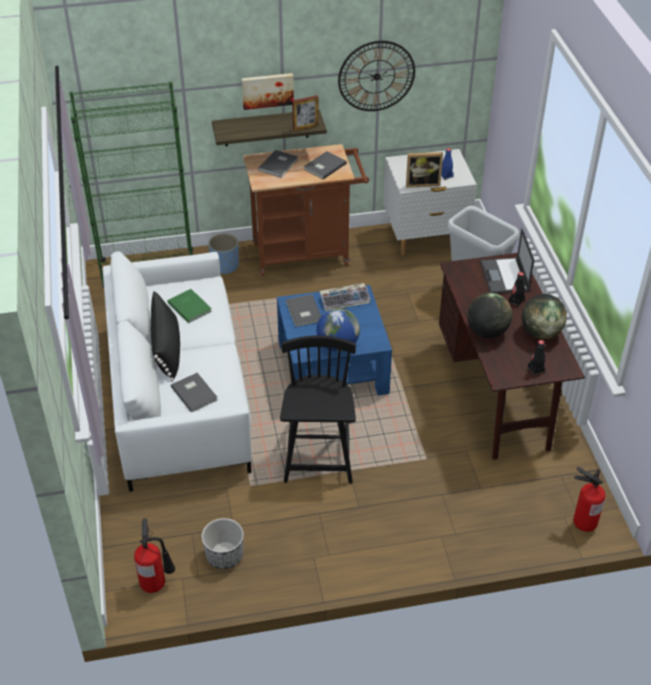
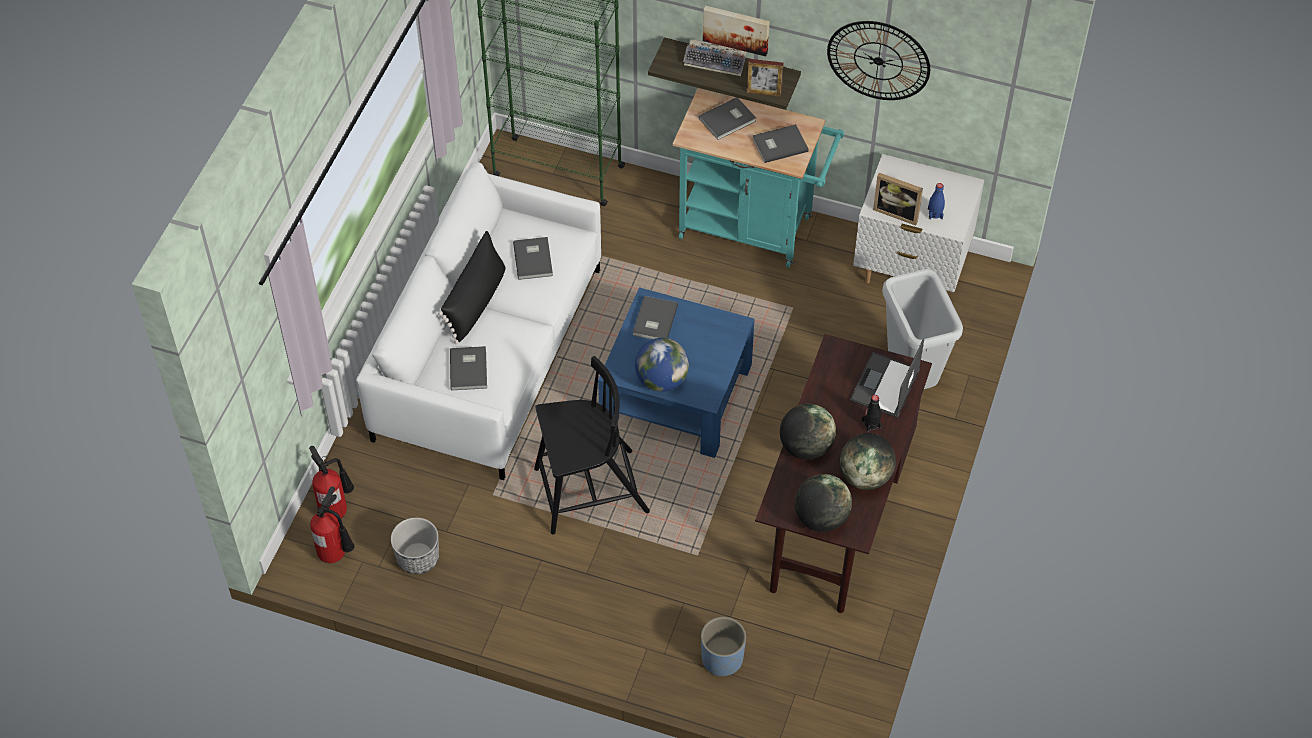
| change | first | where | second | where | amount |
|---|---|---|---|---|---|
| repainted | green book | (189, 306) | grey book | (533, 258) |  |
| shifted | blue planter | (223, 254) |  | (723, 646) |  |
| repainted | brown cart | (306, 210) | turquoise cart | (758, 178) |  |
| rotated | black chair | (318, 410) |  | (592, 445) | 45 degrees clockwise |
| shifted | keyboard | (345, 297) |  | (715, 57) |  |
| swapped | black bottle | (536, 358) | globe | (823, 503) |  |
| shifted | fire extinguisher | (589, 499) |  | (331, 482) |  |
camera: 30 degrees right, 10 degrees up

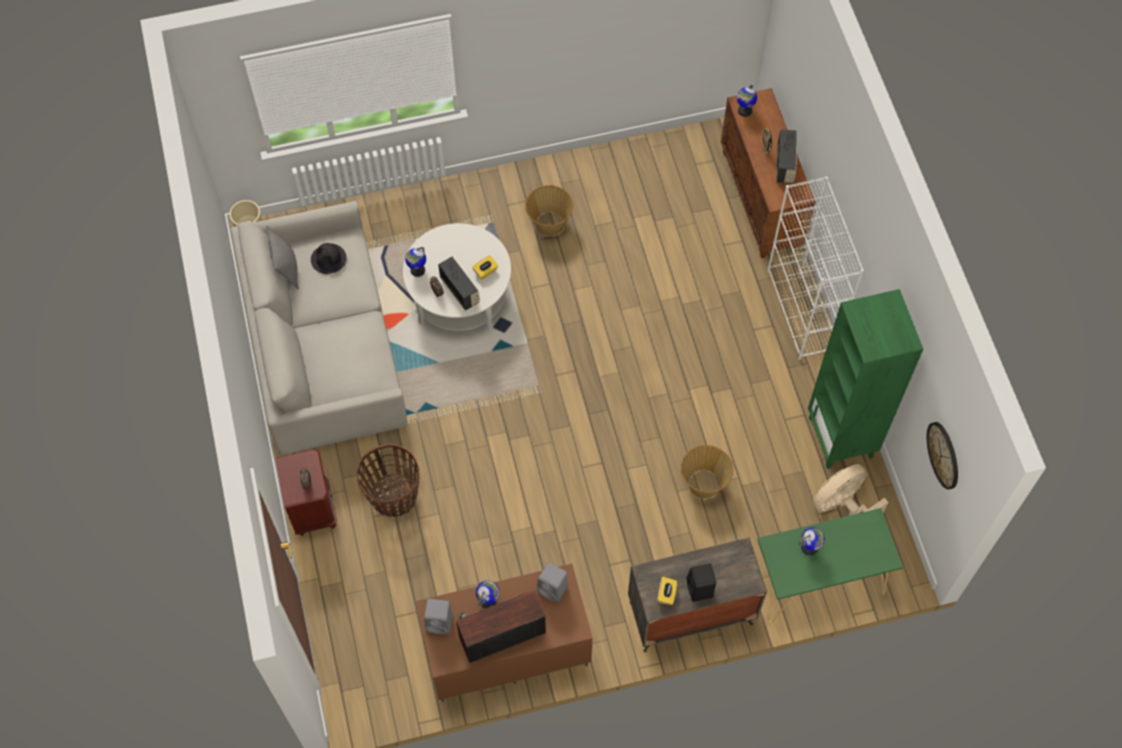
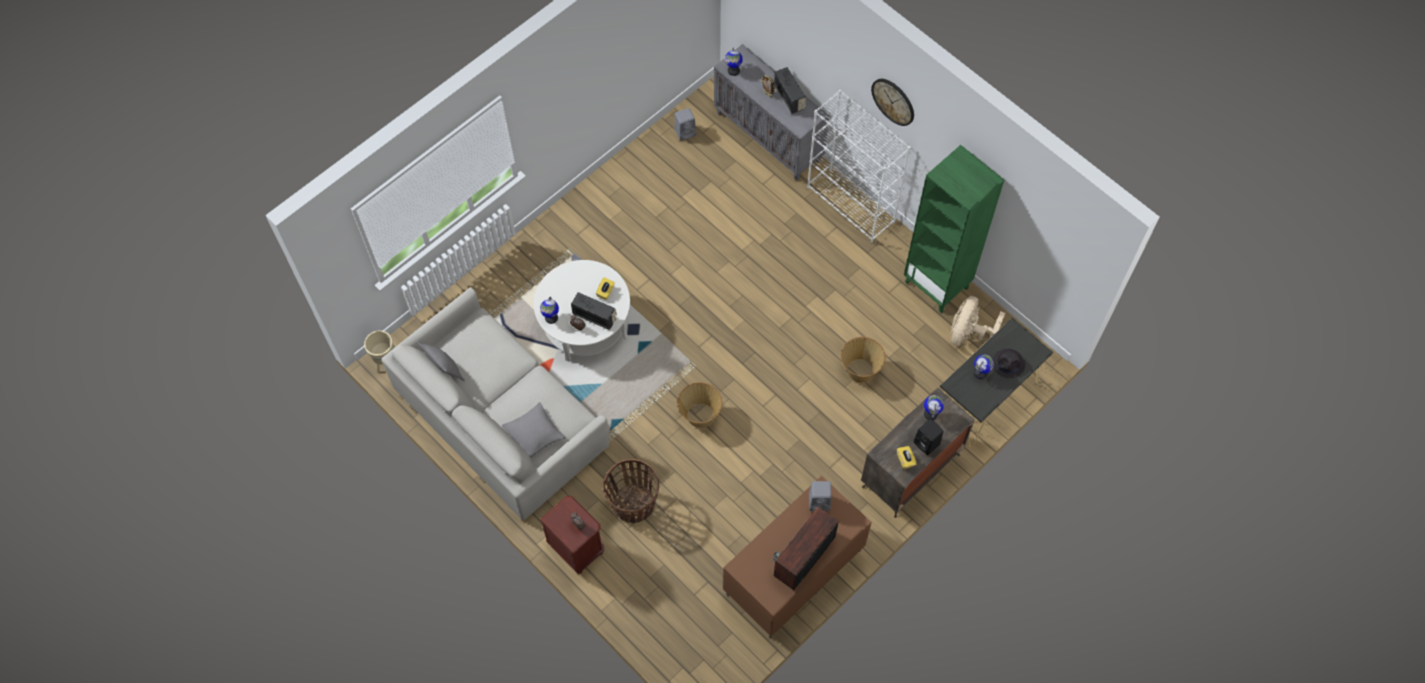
| change | first | where | second | where | amount |
|---|---|---|---|---|---|
| shifted | black hat | (329, 258) |  | (1009, 363) |  |
| shifted | grey speaker | (438, 616) |  | (685, 124) |  |
| shifted | globe | (488, 594) |  | (934, 407) |  |
| shifted | basket | (549, 210) |  | (699, 405) |  |
| repainted | brown cabinet | (768, 173) | grey cabinet | (771, 112) |  |
| repainted | green console table | (830, 565) | black console table | (996, 382) |  |
| shifted | wall clock | (942, 456) |  | (892, 102) |  |
| new |  |  | grey pillow | (533, 430) |  |
camera: 30 degrees left, 0 degrees up

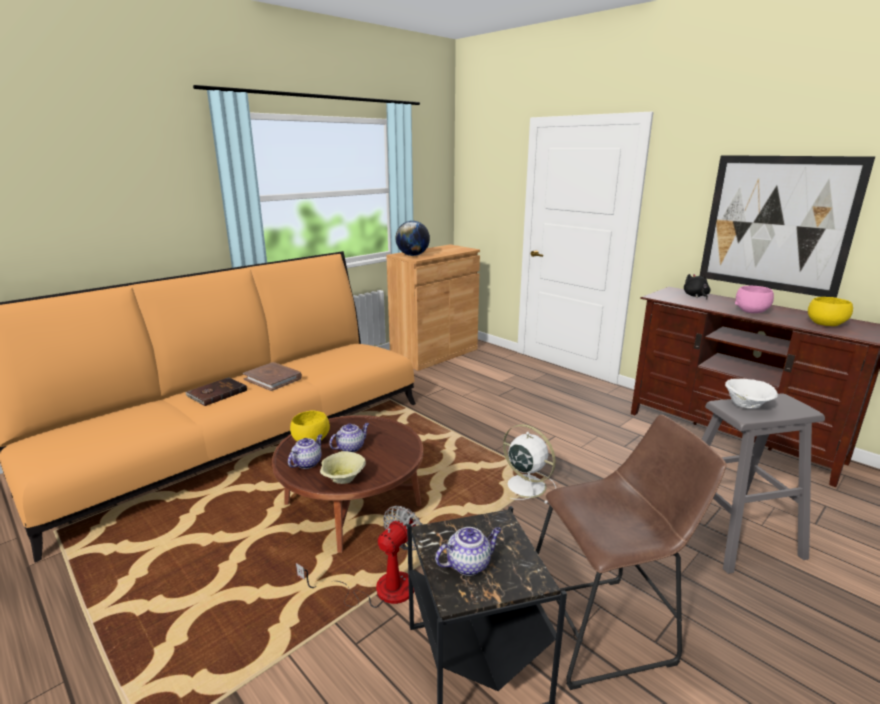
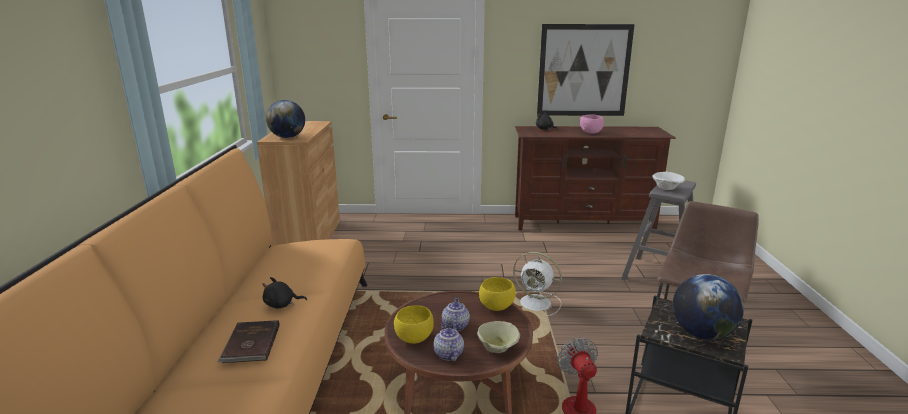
| change | first | where | second | where | amount |
|---|---|---|---|---|---|
| swapped | brown book | (272, 376) | black plush toy | (284, 292) |  |
| swapped | teapot | (468, 551) | globe | (708, 307) |  |
| rotated | white fan | (529, 464) |  | (537, 284) | 150 degrees counterclockwise |
| shifted | yellow bowl | (830, 311) |  | (497, 294) |  |
camera: 45 degrees left, 0 degrees up

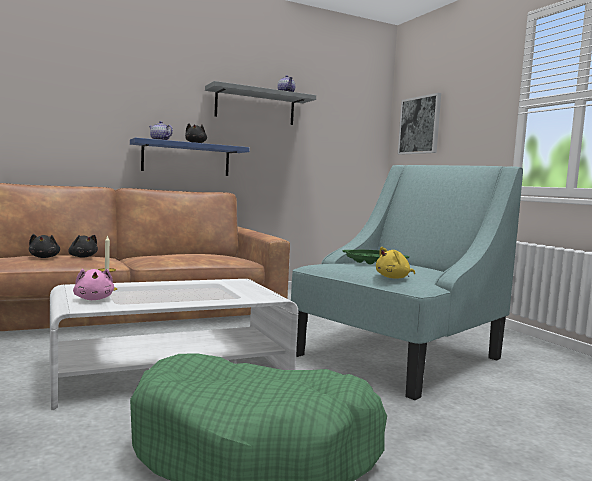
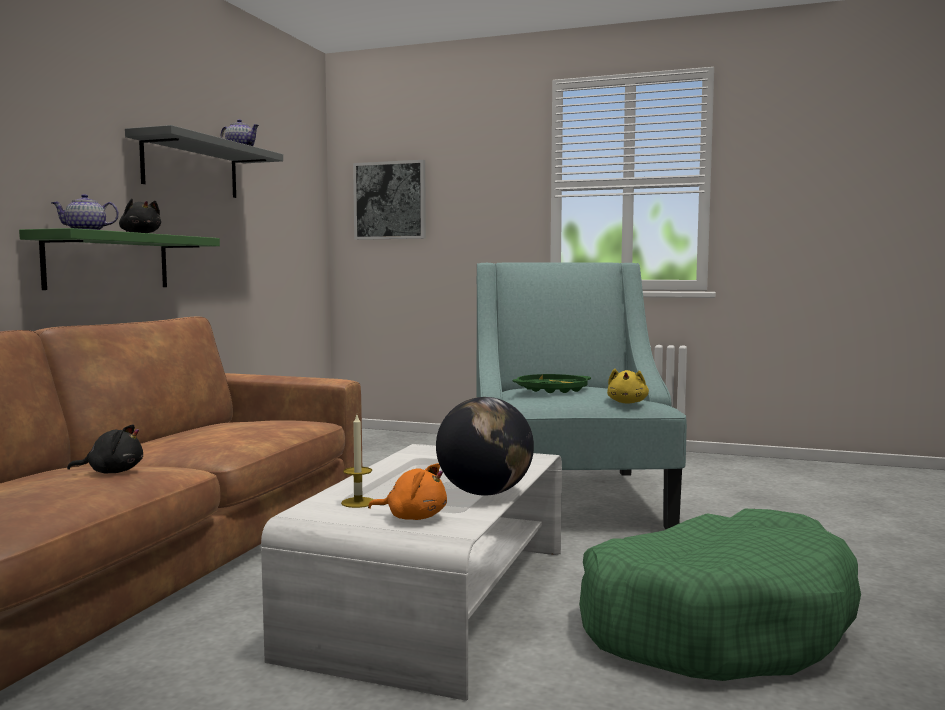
| change | first | where | second | where | amount |
|---|---|---|---|---|---|
| gone | black plush toy | (44, 246) |  |  |  |
| repainted | pink plush toy | (93, 284) | orange plush toy | (407, 491) |  |
| repainted | blue shelf | (190, 157) | green shelf | (119, 259) |  |
| new |  |  | globe | (485, 446) |  |
camera: 45 degrees left, 0 degrees up

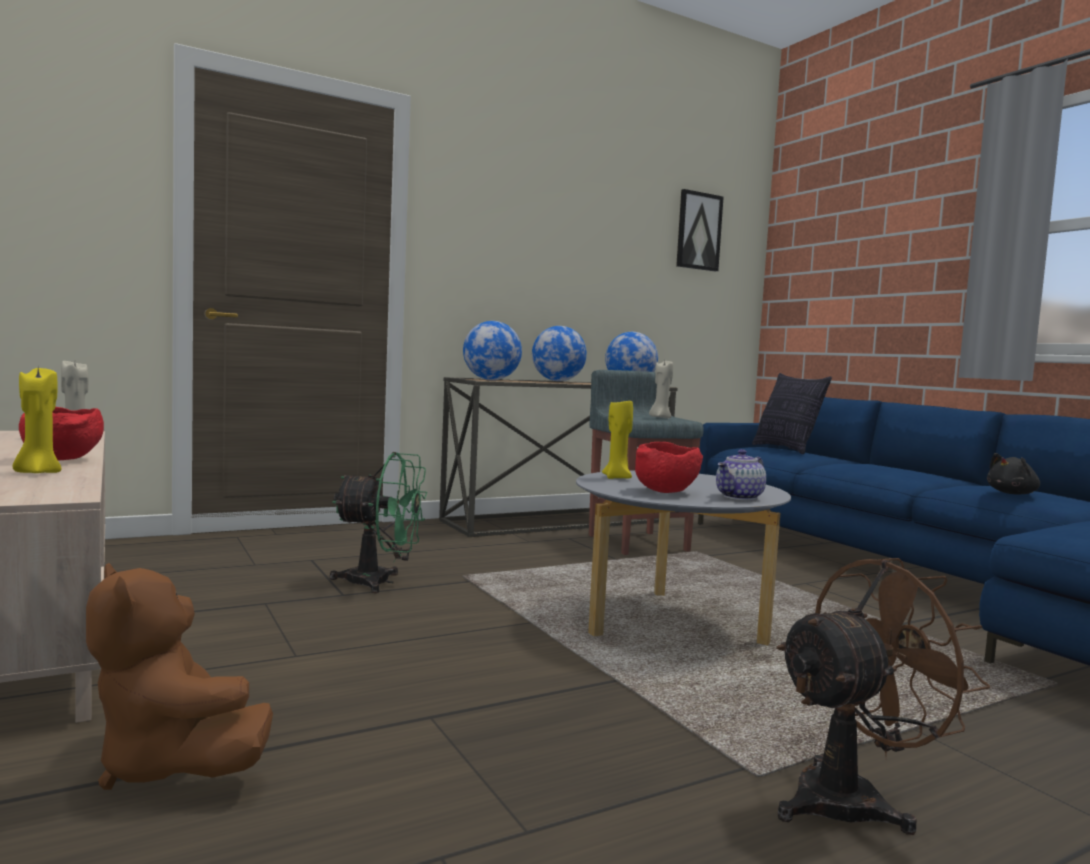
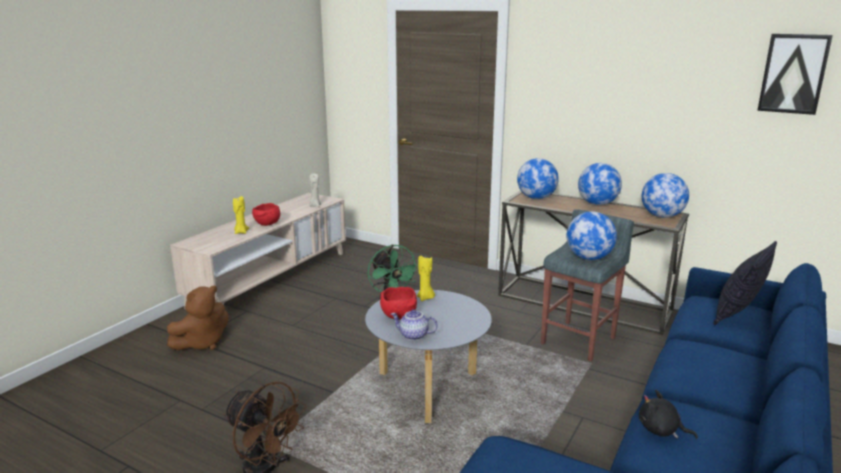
| change | first | where | second | where | amount |
|---|---|---|---|---|---|
| rotated | brown plush toy | (179, 676) |  | (198, 317) | 150 degrees counterclockwise |
| swapped | beige candle | (661, 389) | globe | (591, 235) |  |
camera: 60 degrees right, 15 degrees up

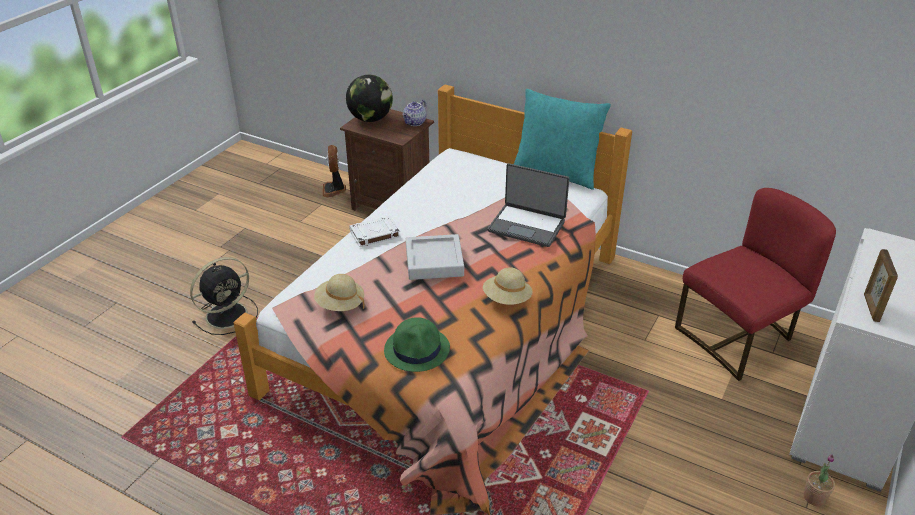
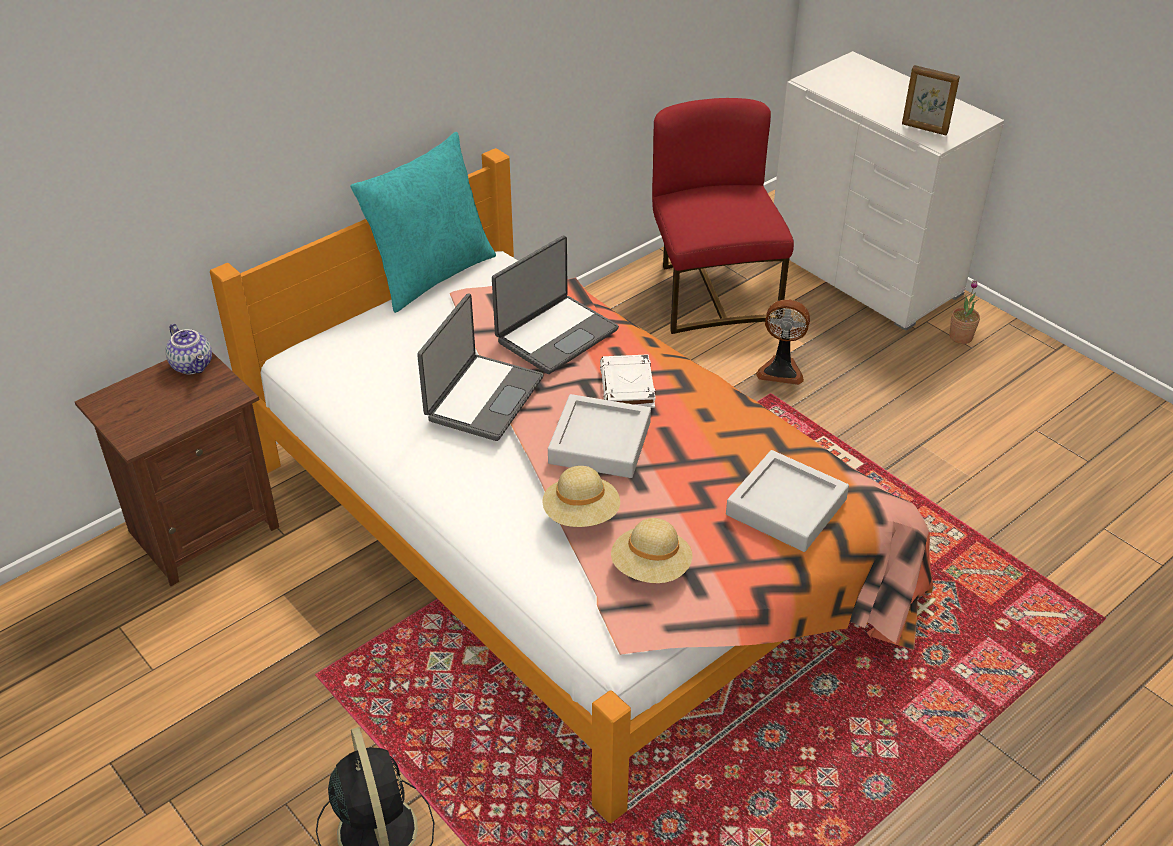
| change | first | where | second | where | amount |
|---|---|---|---|---|---|
| shifted | fan | (334, 171) |  | (783, 342) |  |
| gone | globe | (369, 98) |  |  |  |
| shifted | white book | (374, 231) |  | (628, 381) |  |
| swapped | green hat | (417, 344) | grey tray | (787, 501) |  |
| shifted | beige hat | (508, 286) |  | (581, 496) |  |
| new |  |  | laptop | (480, 367) |  |
camera: 70 degrees left, 5 degrees up

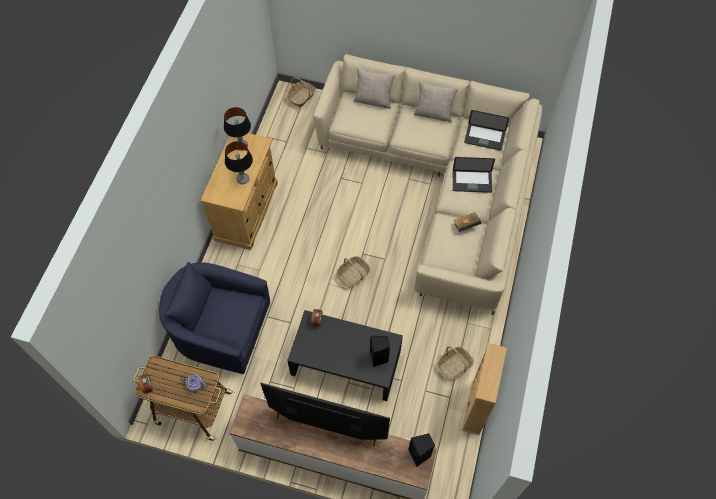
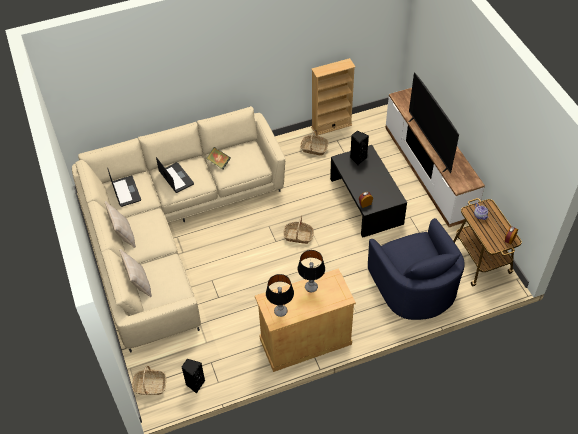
| change | first | where | second | where | amount |
|---|---|---|---|---|---|
| shifted | black speaker | (421, 450) |  | (193, 376) |  |
camera: 125 degrees left, 10 degrees down

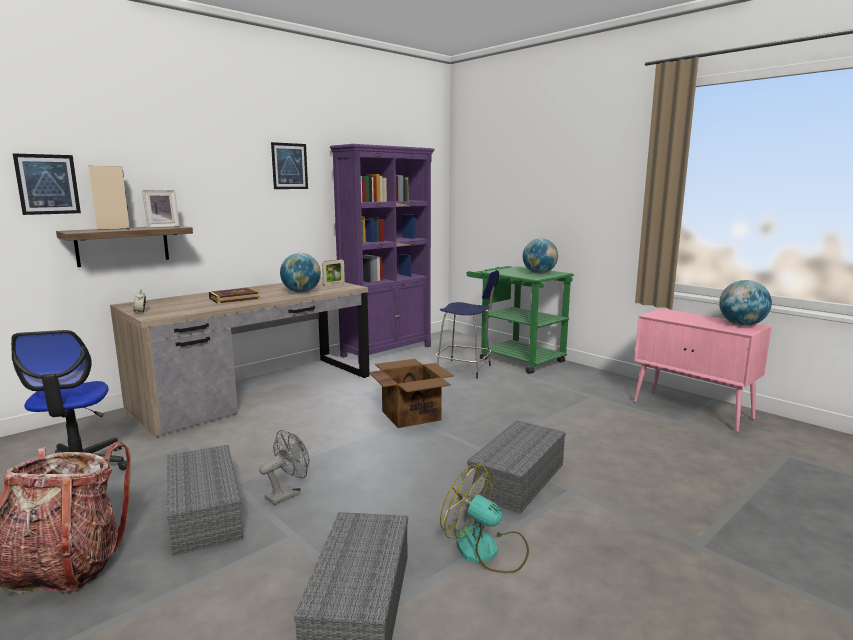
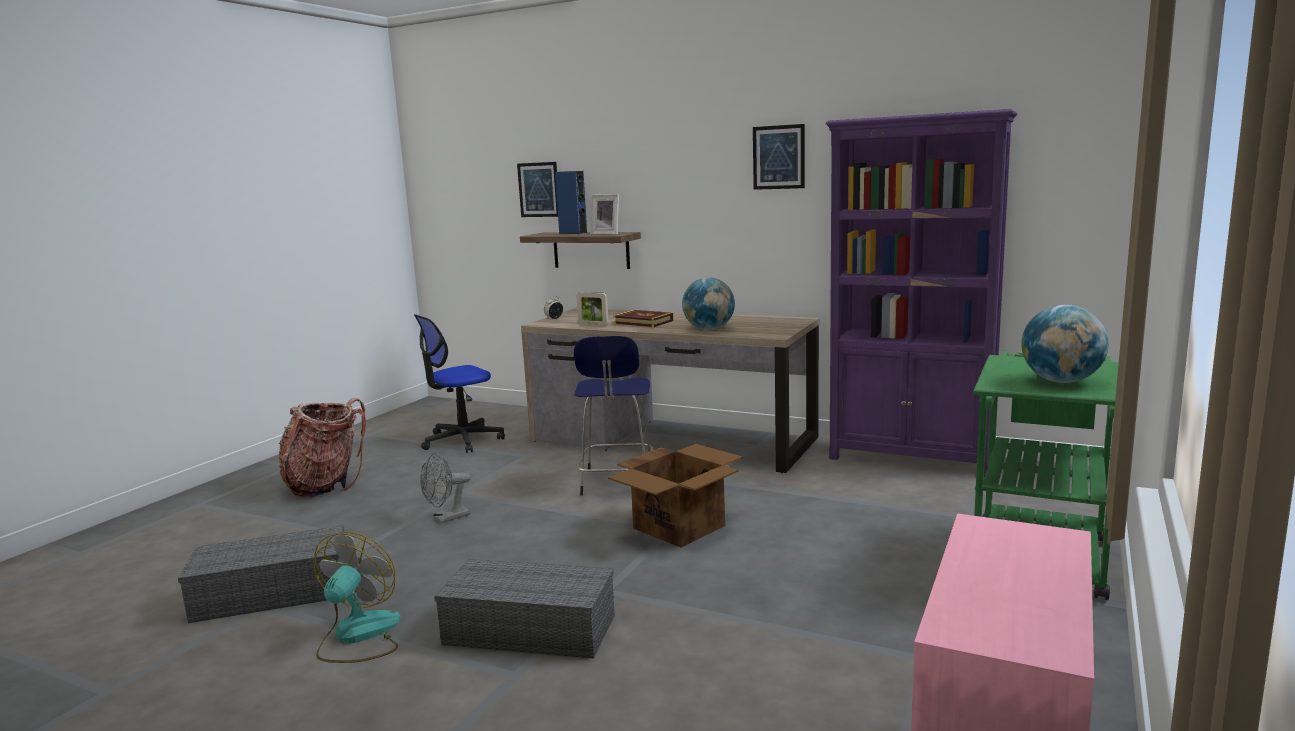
| change | first | where | second | where | amount |
|---|---|---|---|---|---|
| repainted | beige speaker | (109, 198) | blue speaker | (571, 202) |  |
| gone | grey storage box | (205, 500) |  |  |  |
| rotated | grey fan | (284, 467) |  | (445, 488) | 120 degrees clockwise |
| shifted | picture frame | (333, 272) |  | (592, 309) |  |
| shifted | blue stool | (467, 324) |  | (613, 415) |  |
| gone | globe | (745, 303) |  |  |  |
camera: 70 degrees right, 0 degrees up

